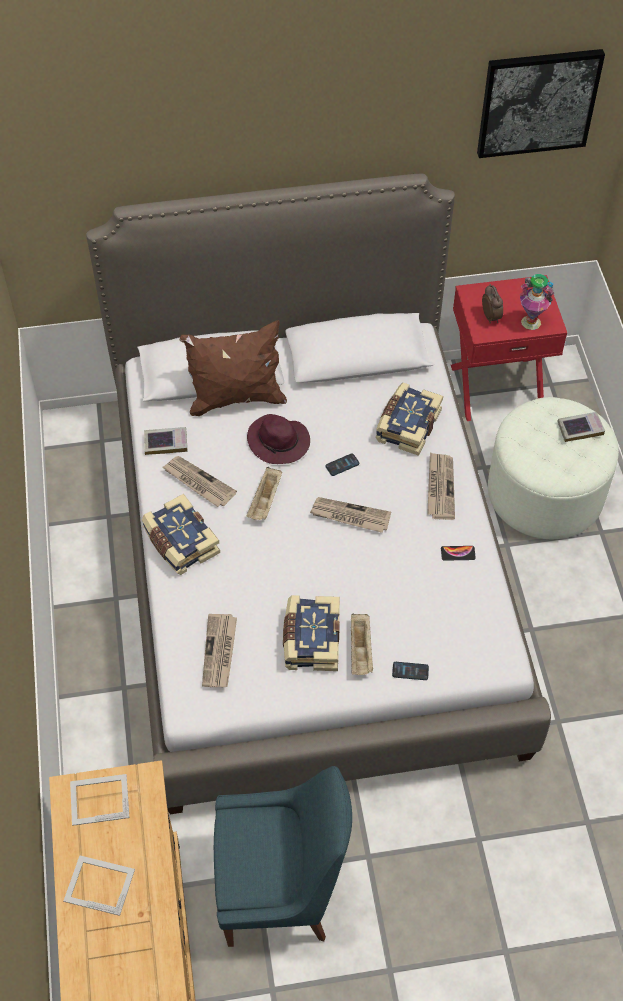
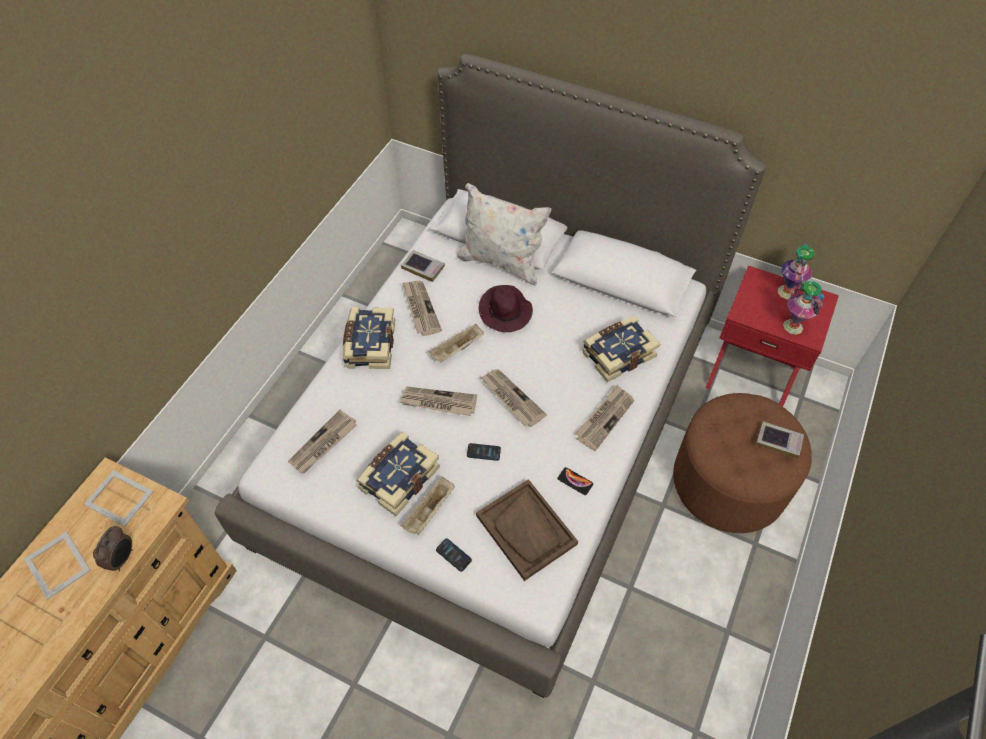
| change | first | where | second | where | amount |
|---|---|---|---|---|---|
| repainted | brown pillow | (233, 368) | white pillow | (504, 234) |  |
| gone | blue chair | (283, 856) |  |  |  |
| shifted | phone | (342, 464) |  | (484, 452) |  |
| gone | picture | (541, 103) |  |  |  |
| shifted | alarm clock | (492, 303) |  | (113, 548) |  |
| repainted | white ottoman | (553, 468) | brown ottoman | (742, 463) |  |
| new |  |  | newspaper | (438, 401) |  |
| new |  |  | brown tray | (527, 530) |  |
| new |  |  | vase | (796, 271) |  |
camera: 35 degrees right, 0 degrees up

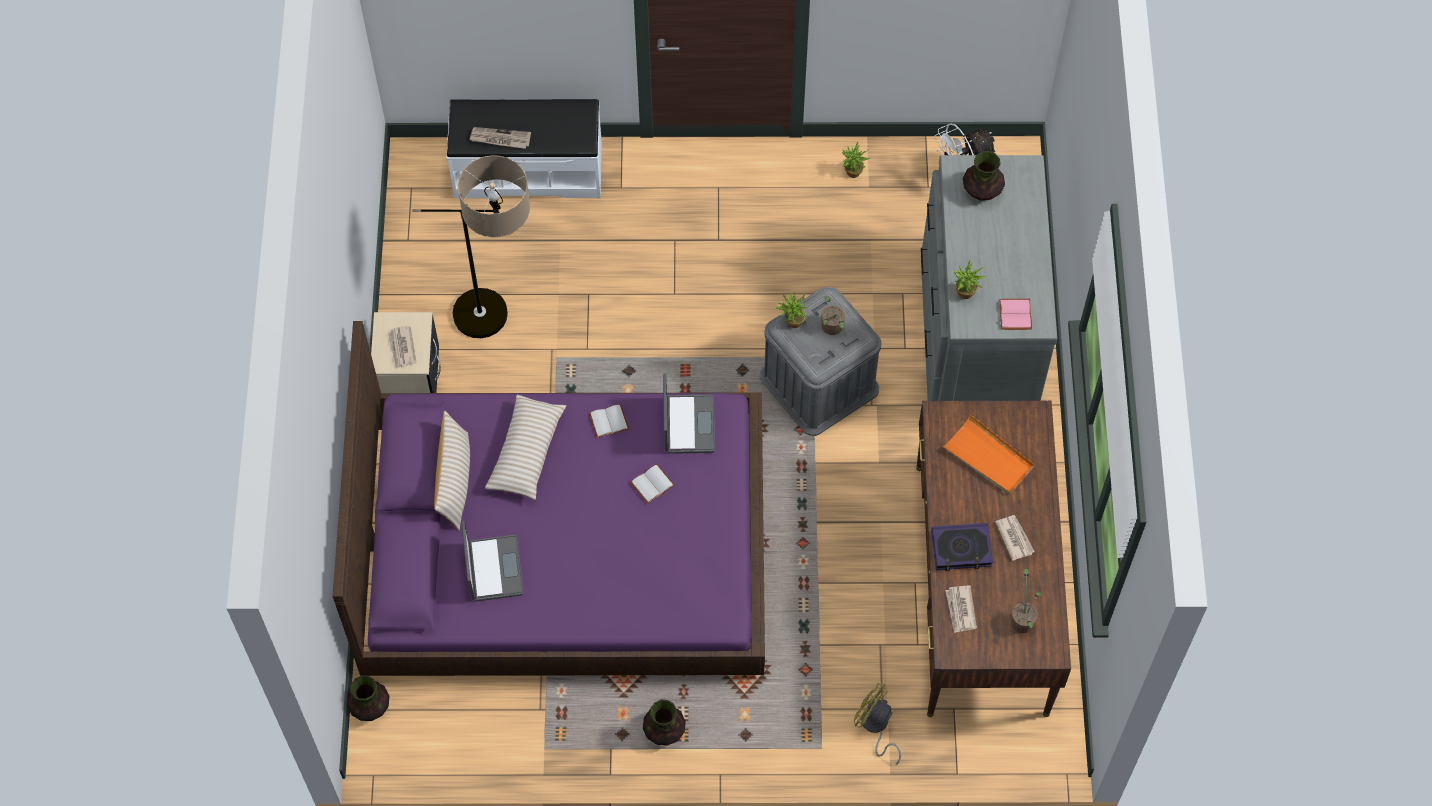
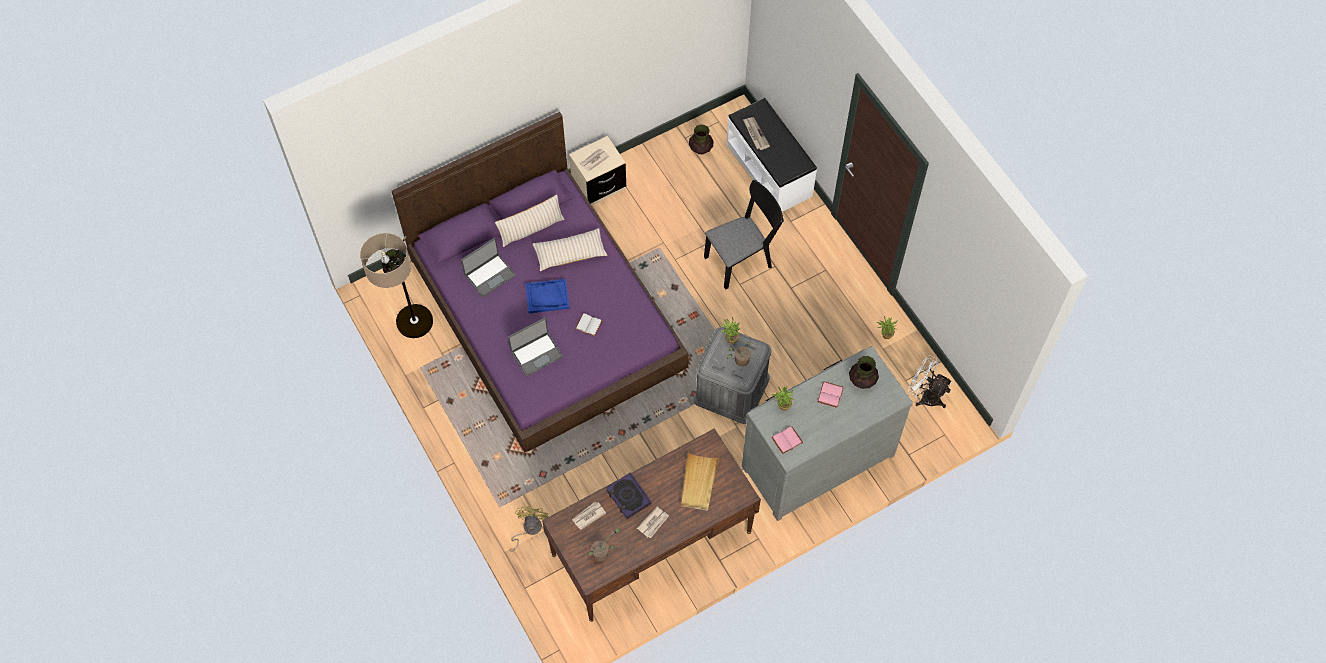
| change | first | where | second | where | amount |
|---|---|---|---|---|---|
| shifted | floor lamp | (471, 246) |  | (396, 285) |  |
| gone | white book | (609, 421) |  |  |  |
| shifted | vase | (664, 723) |  | (701, 139) |  |
| shifted | laptop | (689, 414) |  | (535, 346) |  |
| repainted | orange tray | (988, 454) | beige tray | (700, 482) |  |
| new |  |  | blue tray | (547, 296) |  |
| new |  |  | black chair | (744, 235) |  |
| new |  |  | pink book | (830, 394) |  |
camera: 60 degrees right, 0 degrees up

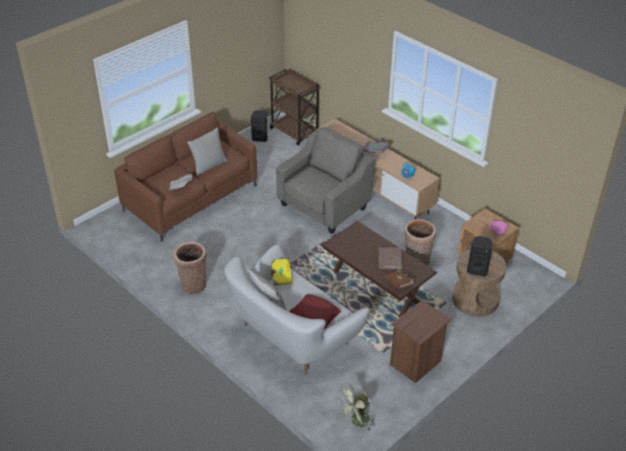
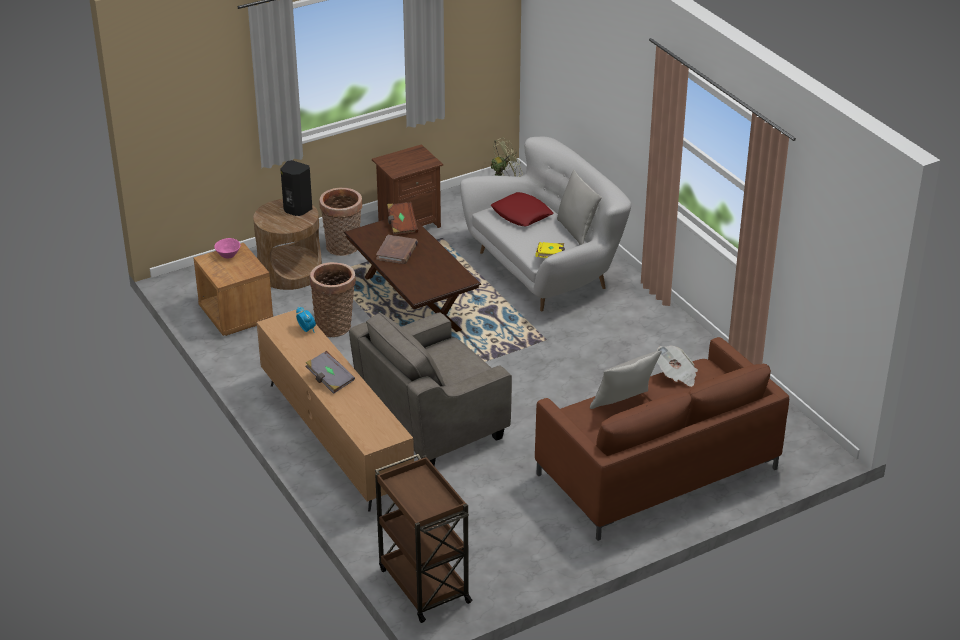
| change | first | where | second | where | amount |
|---|---|---|---|---|---|
| shifted | basket | (190, 268) |  | (340, 222) |  |
| gone | black speaker | (259, 126) |  |  |  |
camera: 165 degrees left, 5 degrees down

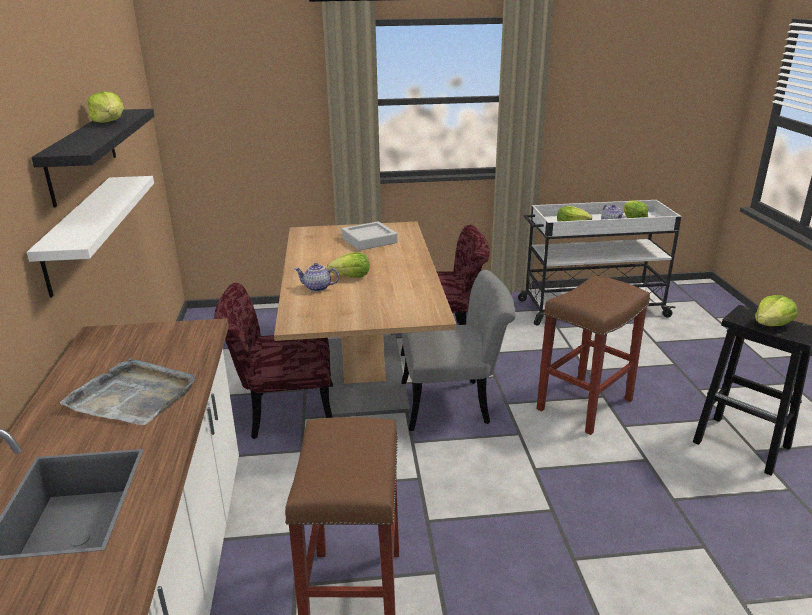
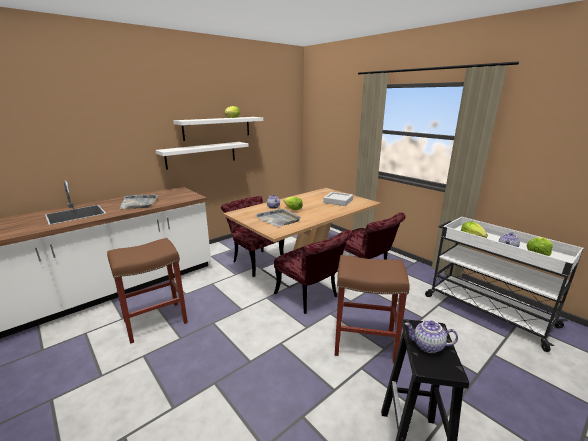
| change | first | where | second | where | amount |
|---|---|---|---|---|---|
| repainted | black shelf | (93, 158) | white shelf | (218, 129) |  |
| repainted | grey chair | (458, 350) | red chair | (313, 272) |  |
| swapped | lettuce | (776, 310) | teapot | (431, 336) |  |
| new |  |  | grey tray | (278, 217) |  |
camera: 55 degrees right, 5 degrees down

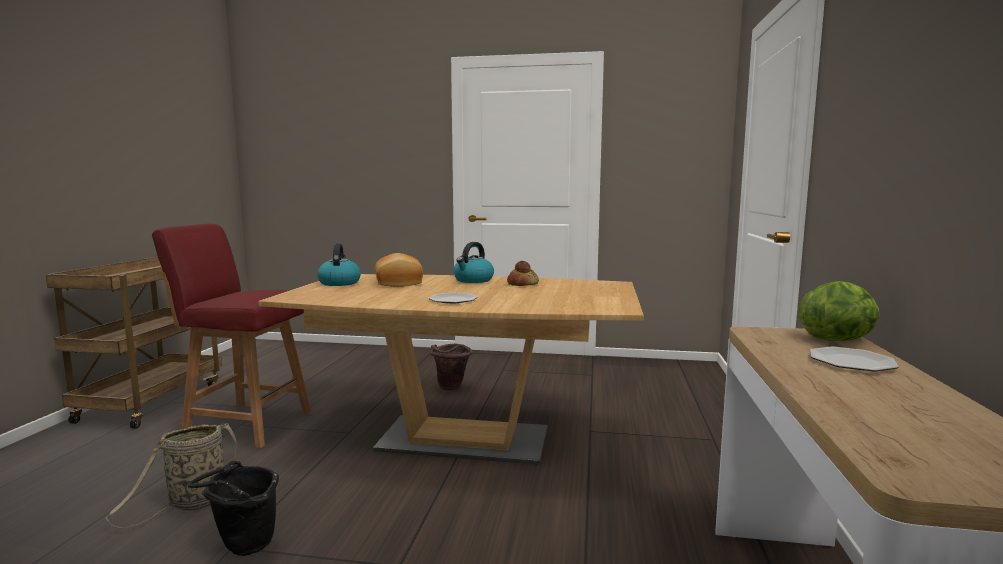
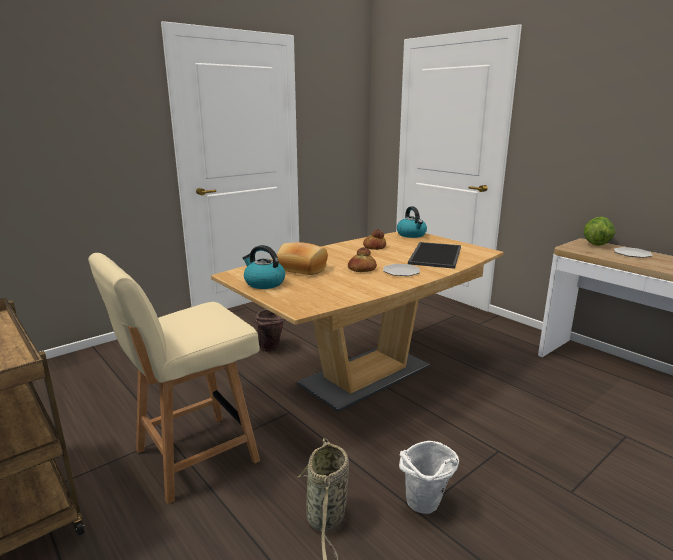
| change | first | where | second | where | amount |
|---|---|---|---|---|---|
| repainted | red chair | (231, 336) | beige chair | (174, 378) |  |
| repainted | black bucket | (233, 508) | white bucket | (429, 477) |  |
| shifted | kettle | (474, 262) |  | (412, 222) |  |
| new |  |  | bread | (362, 259) |  |
| new |  |  | tray | (434, 255) |  |
camera: 50 degrees left, 10 degrees up

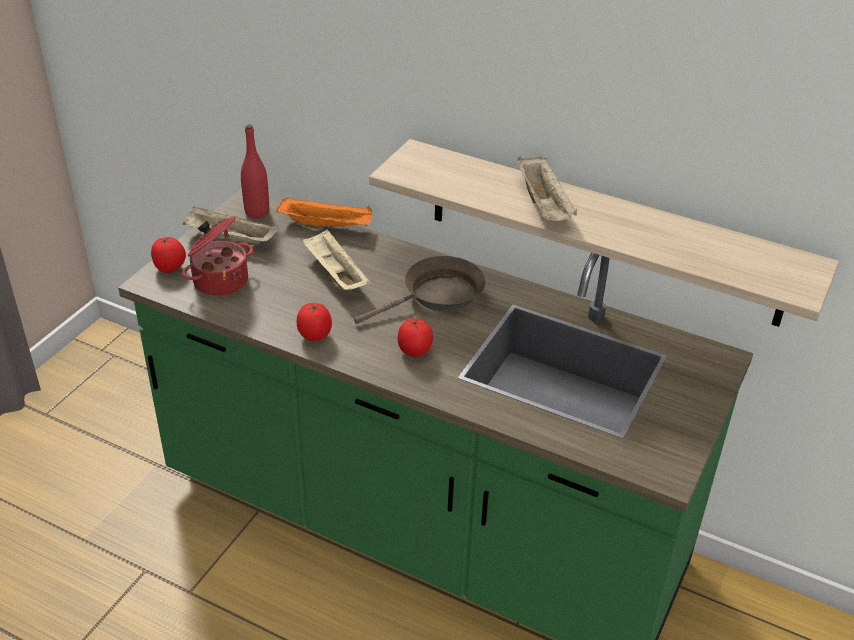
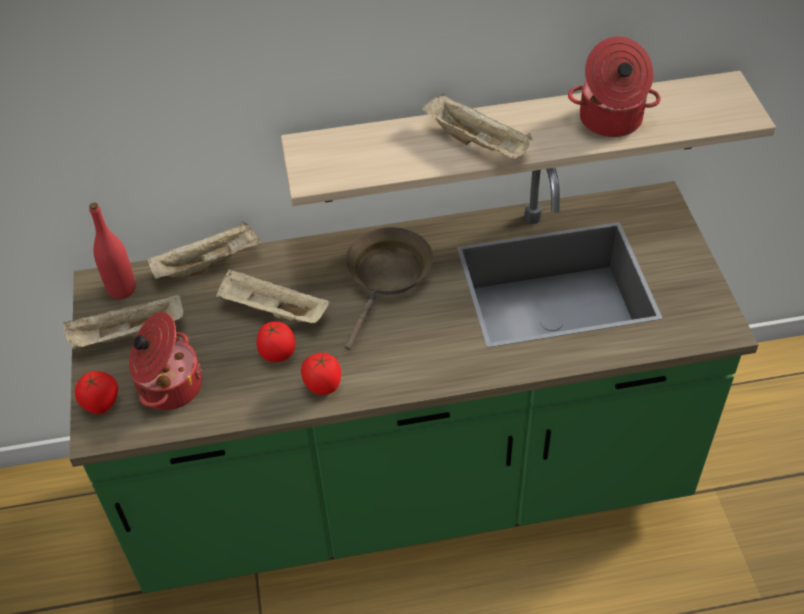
| change | first | where | second | where | amount |
|---|---|---|---|---|---|
| repainted | orange tray | (324, 213) | beige tray | (205, 250) |  |
| shifted | tomato | (415, 337) |  | (275, 341) |  |
| new |  |  | cooking pot | (614, 86) |  |
camera: 35 degrees left, 10 degrees up

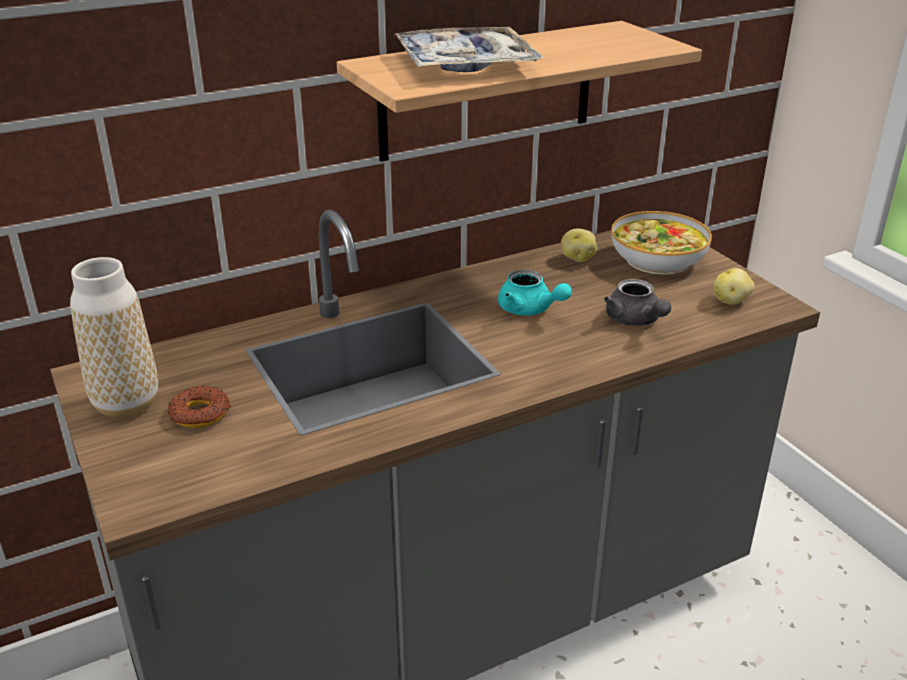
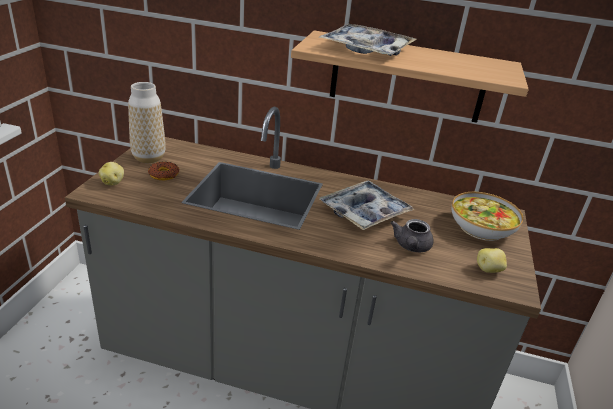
| change | first | where | second | where | amount |
|---|---|---|---|---|---|
| swapped | turquoise teapot | (535, 293) | tray | (367, 205) |  |
| shifted | potato | (579, 245) |  | (111, 173) |  |
camera: 40 degrees right, 0 degrees up

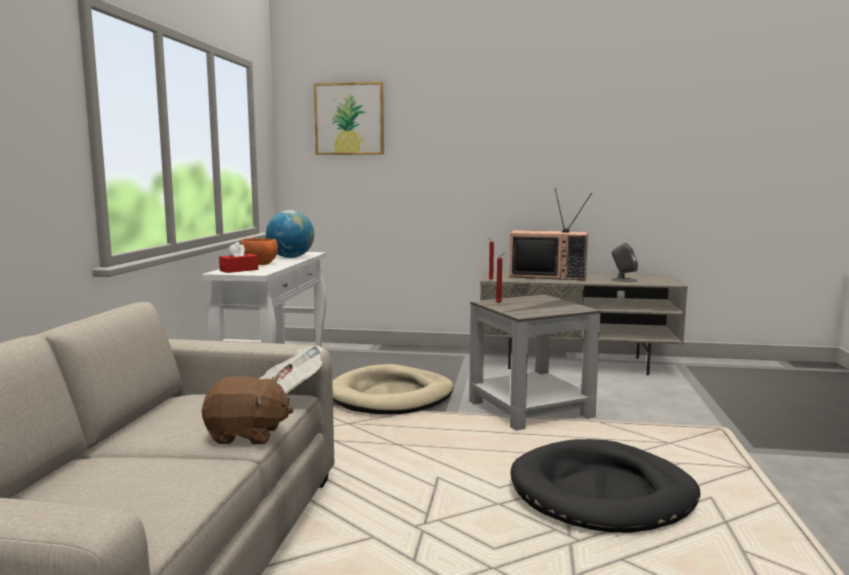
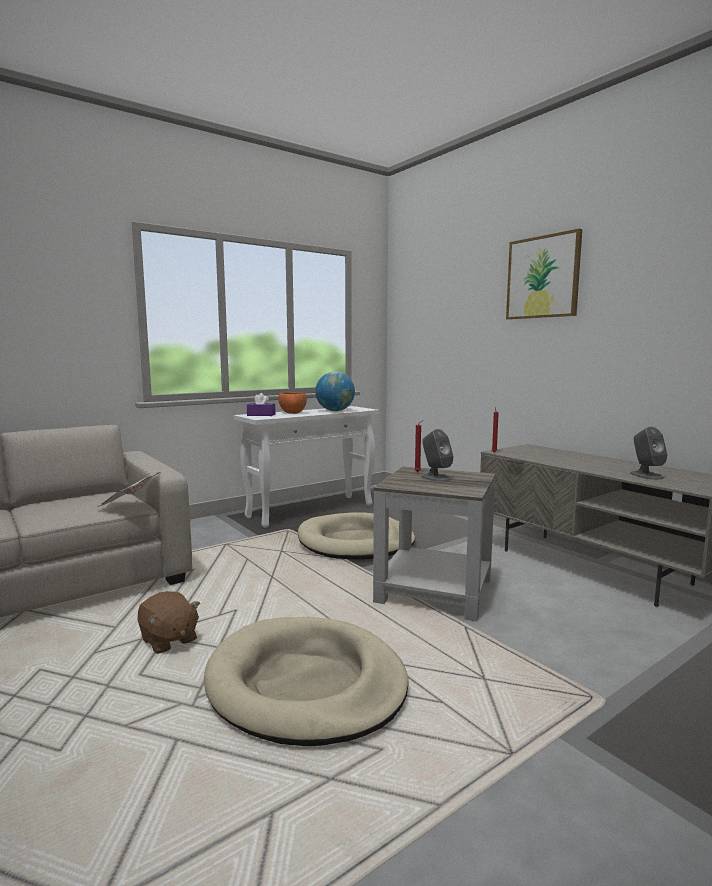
| change | first | where | second | where | amount |
|---|---|---|---|---|---|
| shifted | brown plush toy | (248, 410) |  | (168, 622) |  |
| repainted | red tissue box | (238, 257) | purple tissue box | (261, 404) |  |
| shifted | picture | (349, 118) |  | (544, 274) |  |
| gone | television | (550, 234) |  |  |  |
| repainted | black dog bed | (605, 486) | beige dog bed | (306, 681) |  |
| new |  |  | grey speaker | (437, 455) |  |
camera: 45 degrees right, 0 degrees up

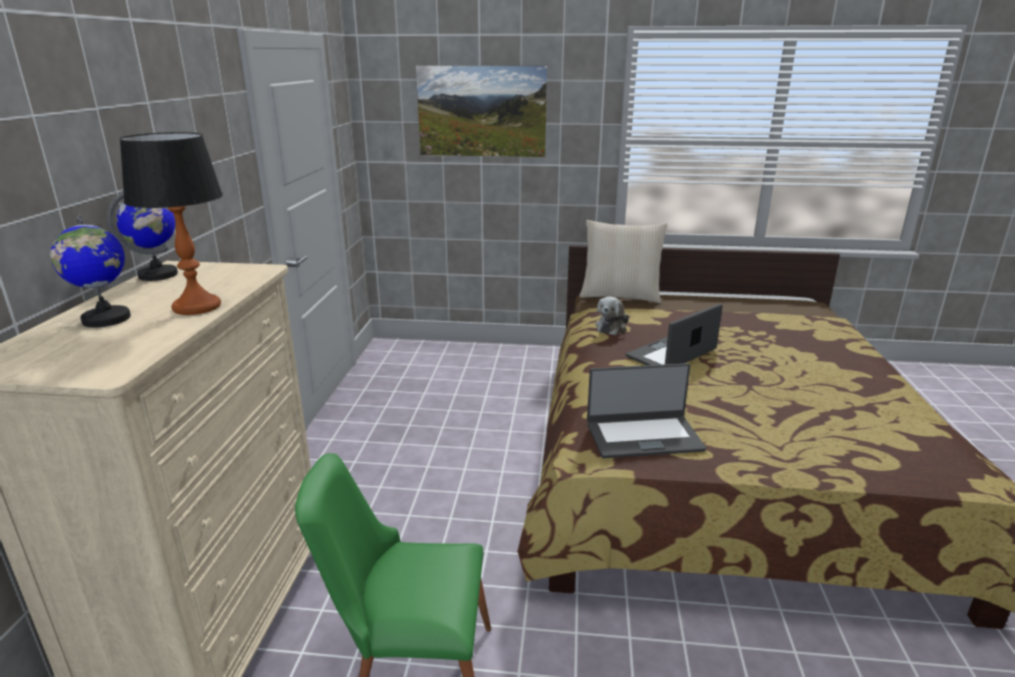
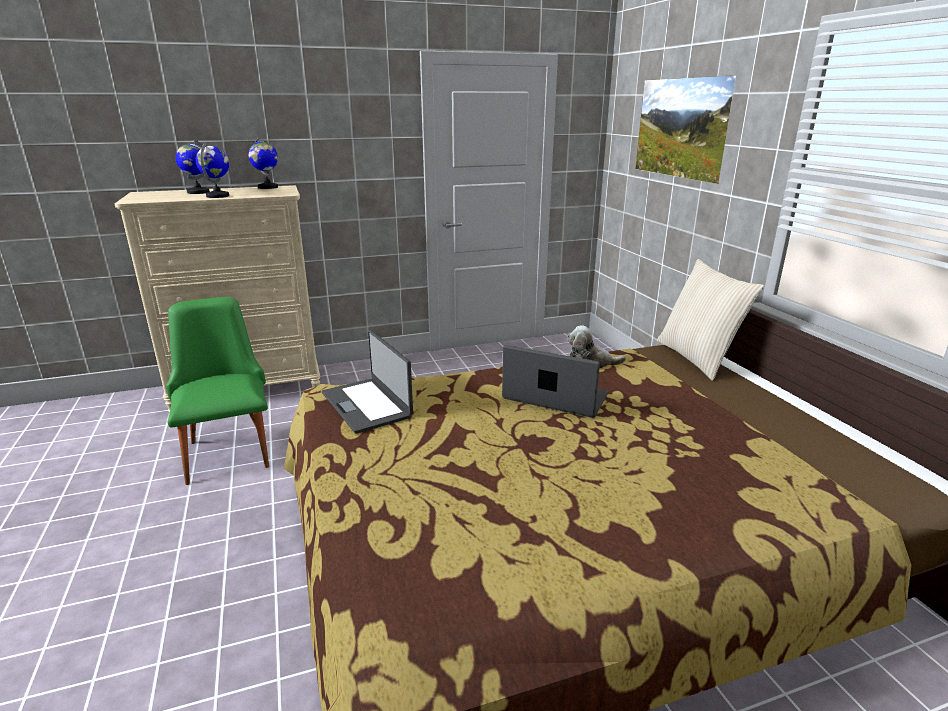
| change | first | where | second | where | amount |
|---|---|---|---|---|---|
| swapped | table lamp | (171, 223) | globe | (212, 170) |  |
camera: 65 degrees right, 0 degrees up

